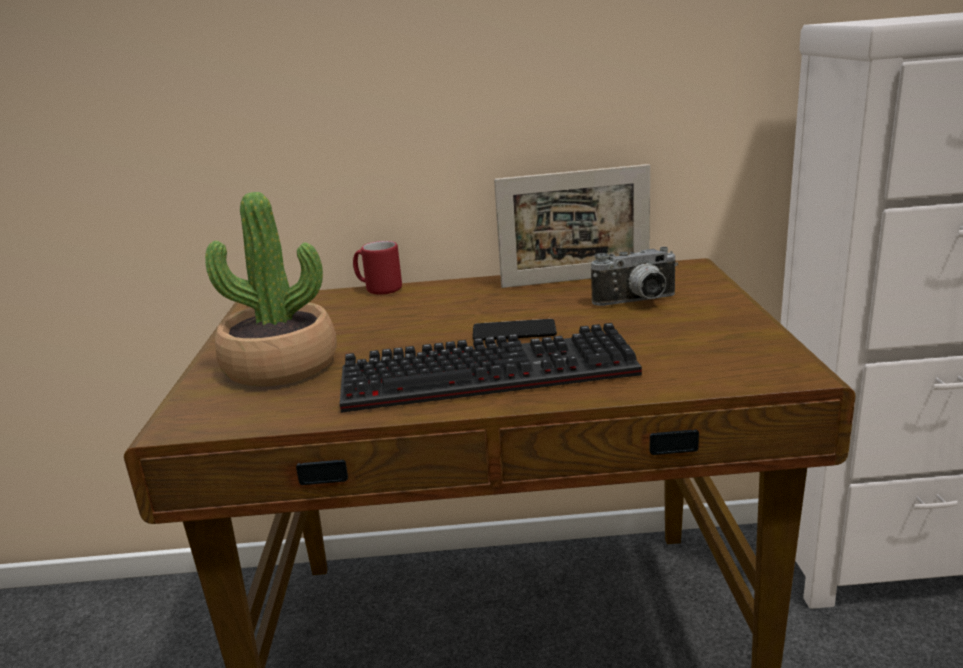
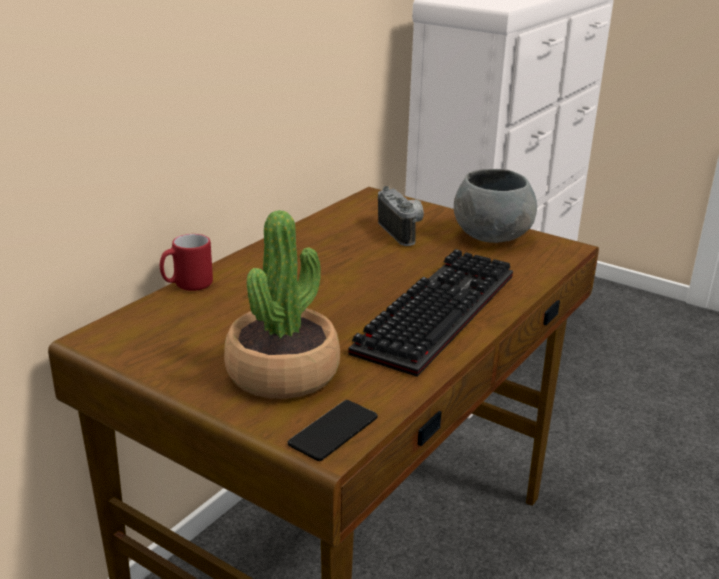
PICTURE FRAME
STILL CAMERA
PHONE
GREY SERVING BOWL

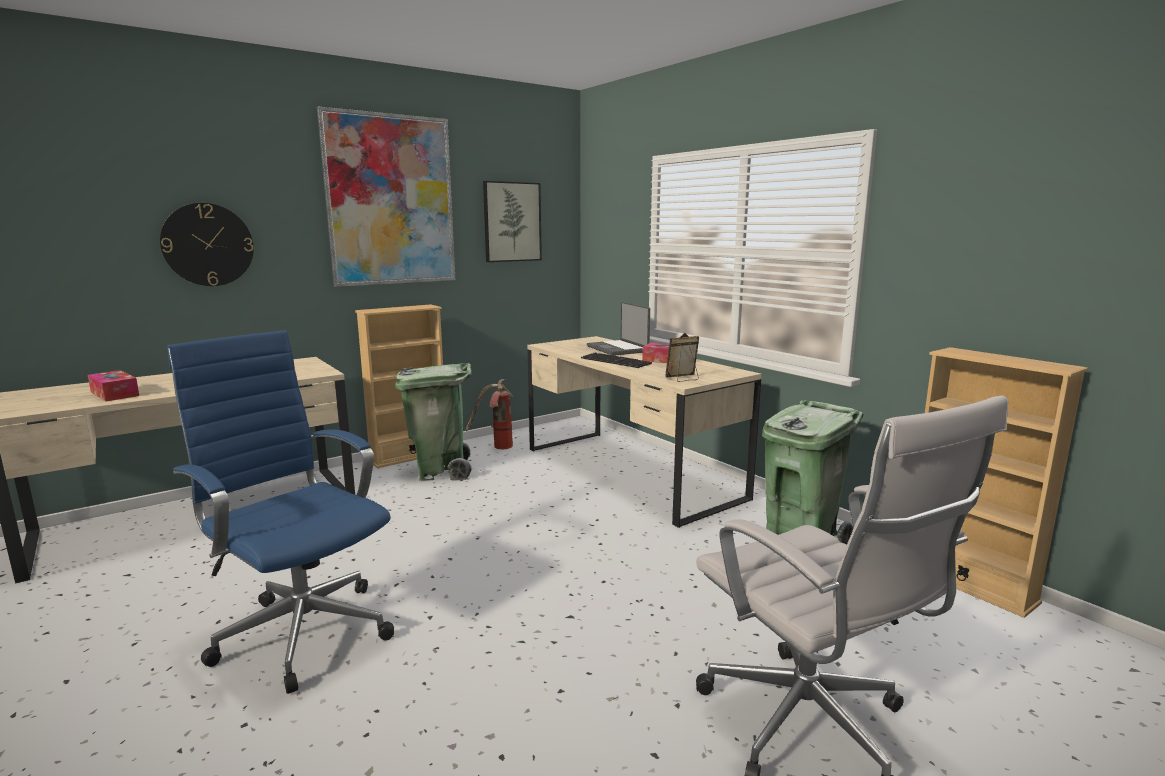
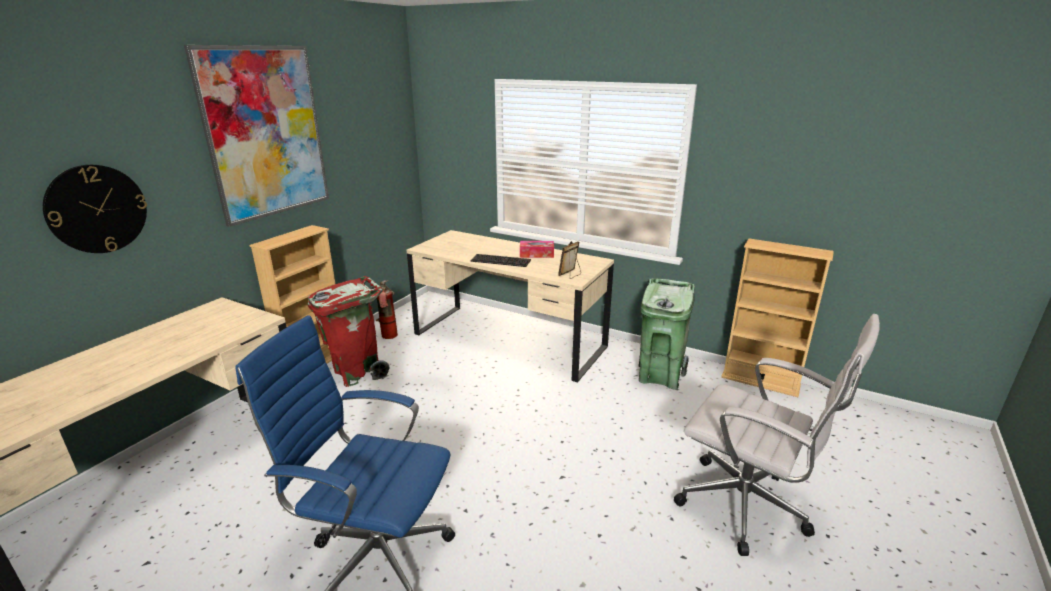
WALL PICTURE (no. 2 from left in the first image)
NOTEBOOK COMPUTER
RED-COLOURED WASTE BIN
BOX OF TISSUES (no. 1 from left in the first image)

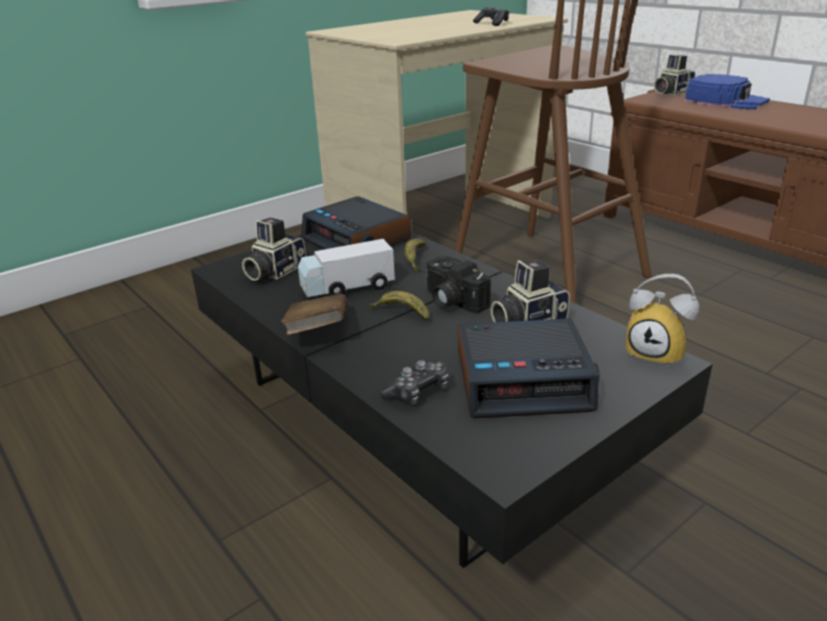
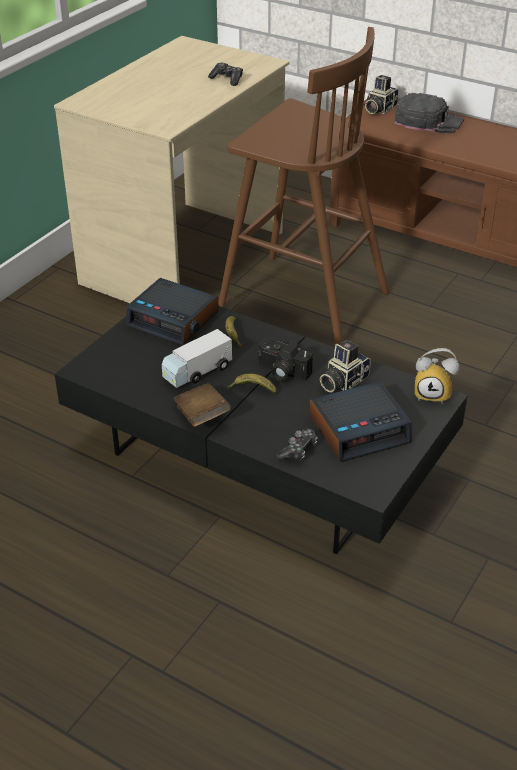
BLACK-COLOURED CAP
STILL CAMERA (no. 1 from left in the first image)

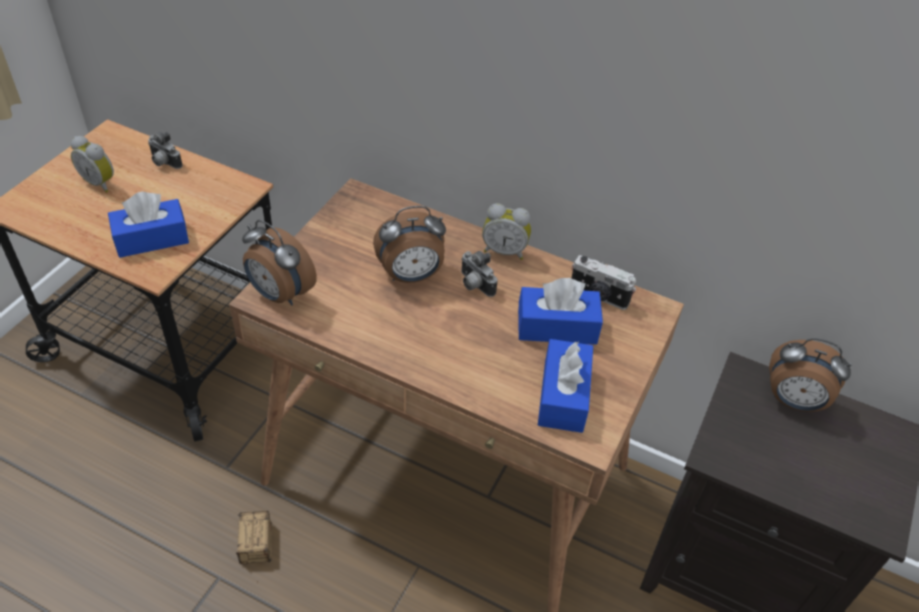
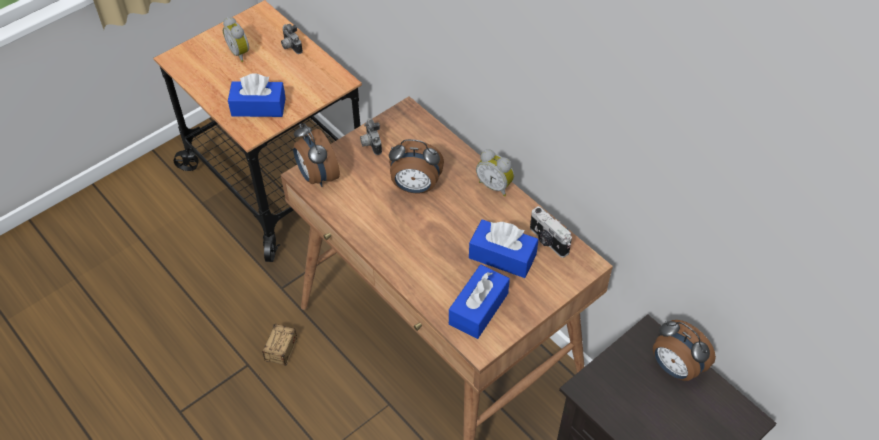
STILL CAMERA (no. 2 from left)

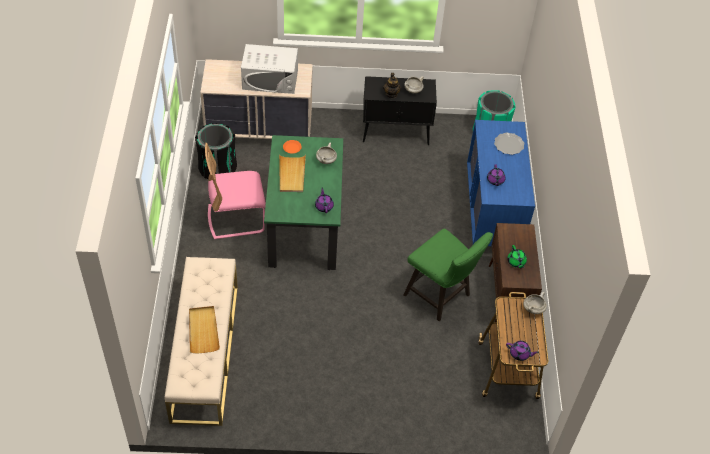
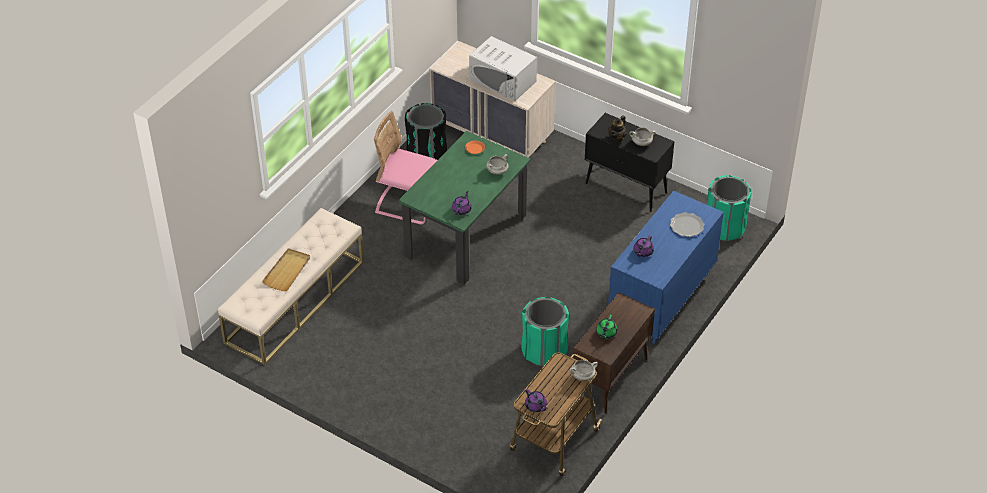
SAND-COLOURED SERVING TRAY (no. 2 from left in the first image)
GREEN WASTE BIN (no. 1 from left)

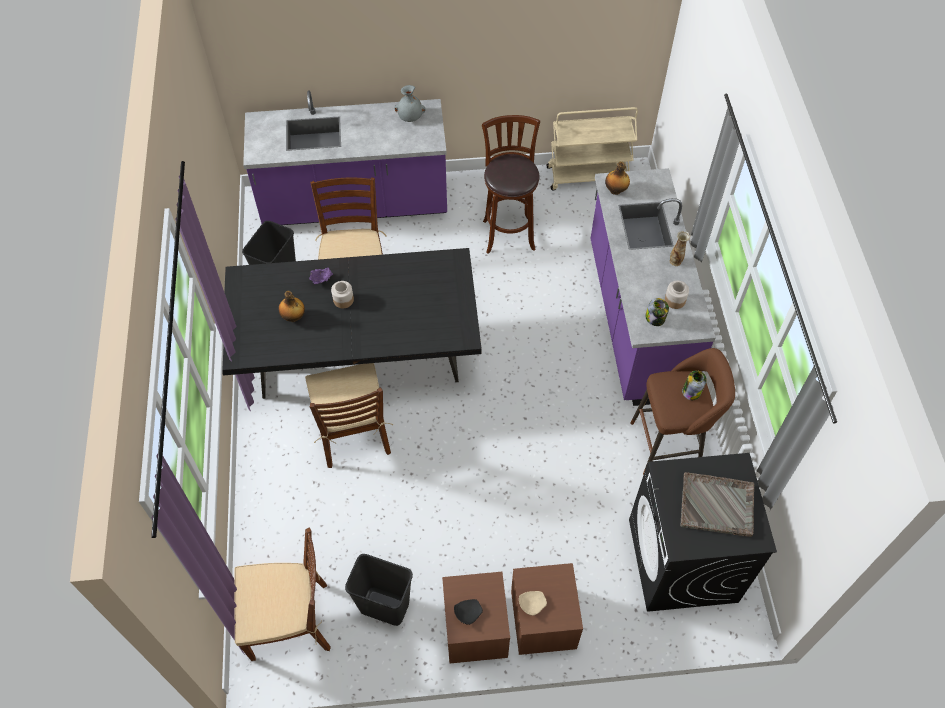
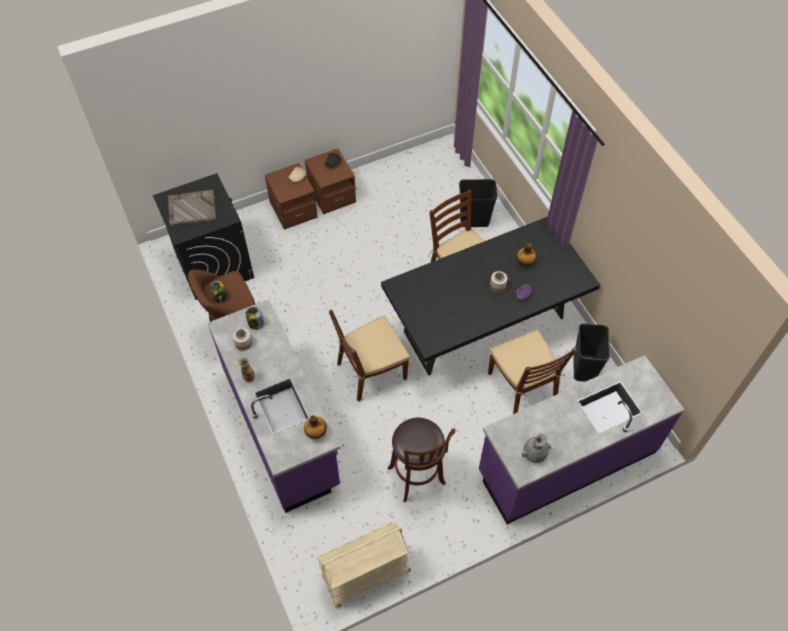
BROWNISH UPRIGHT CHAIR (no. 1 from left)
BLACK-COLOURED WASTE BIN (no. 1 from left)

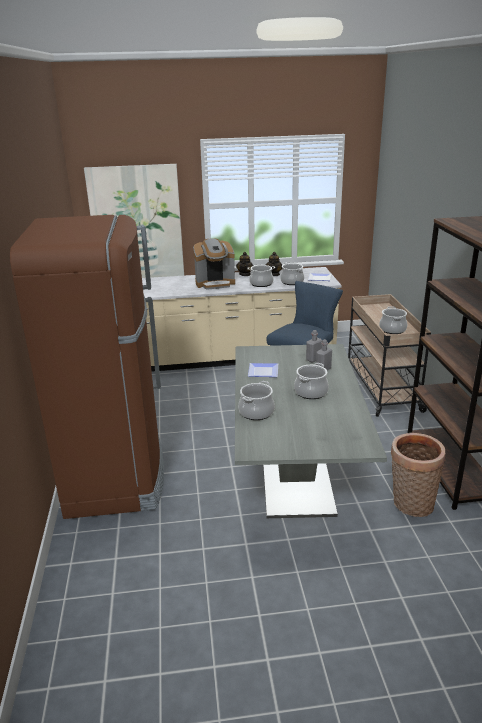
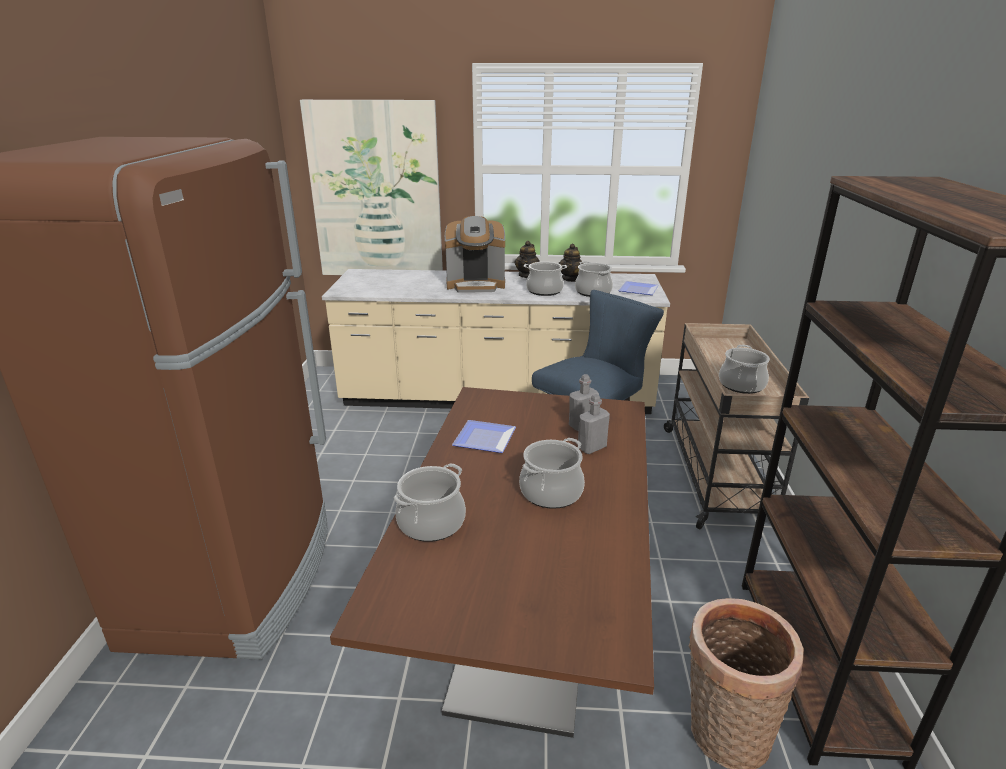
BROWNISH DINNER TABLE

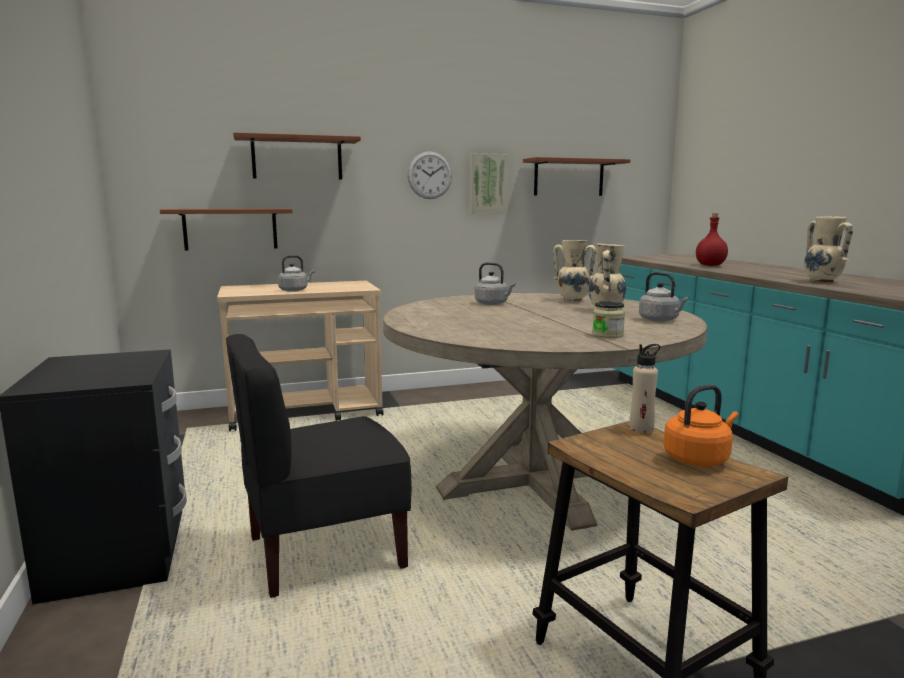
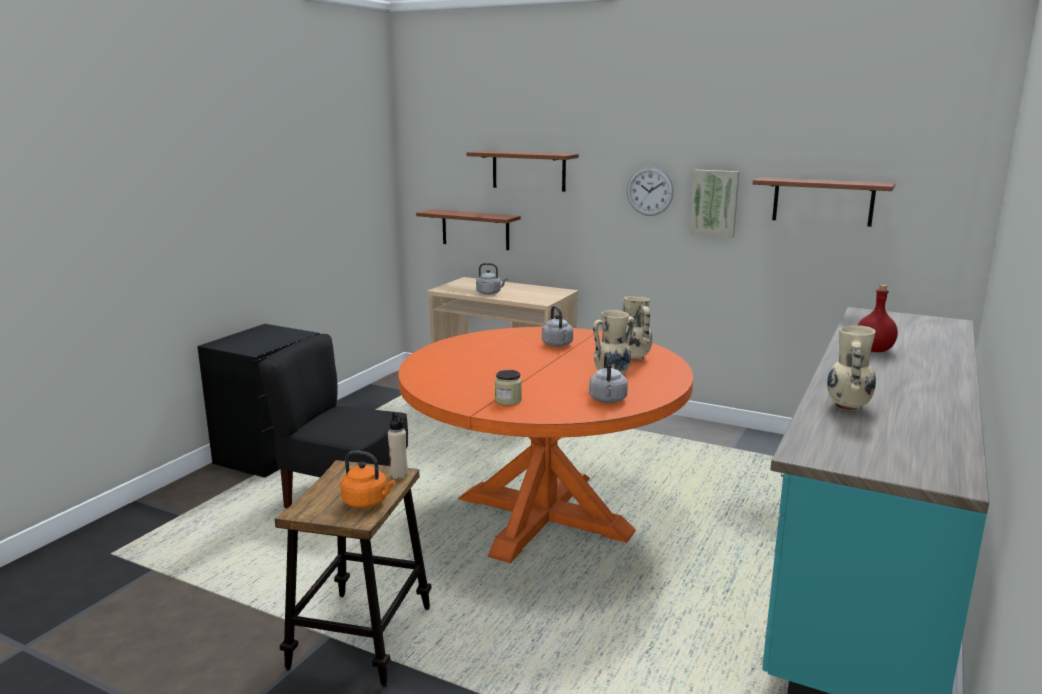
ORANGE-COLOURED DINNER TABLE

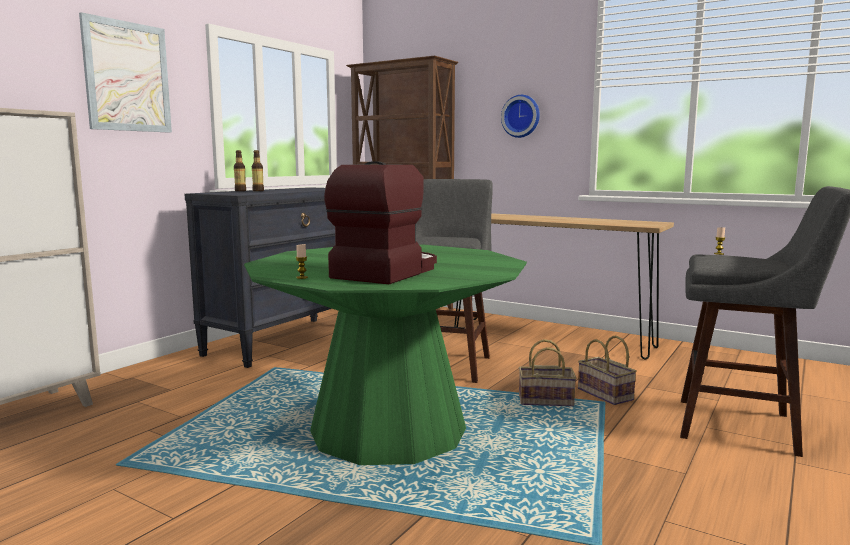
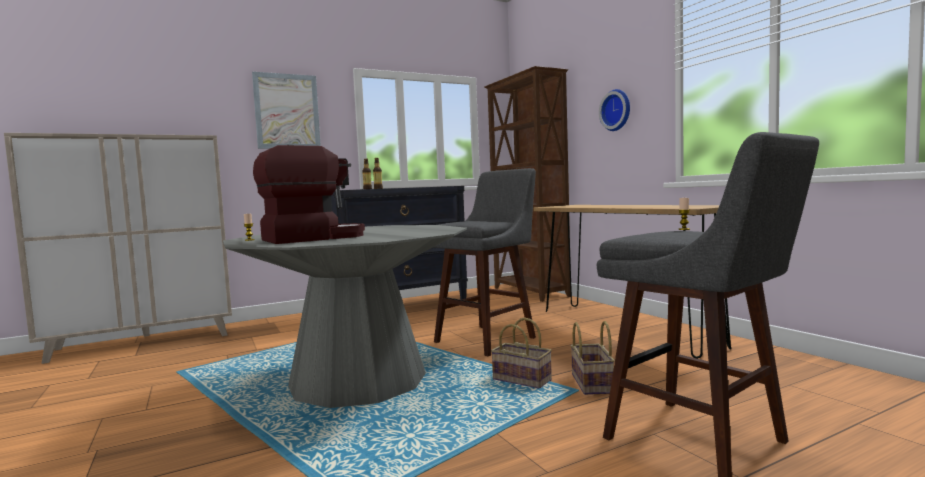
GREY DINNER TABLE

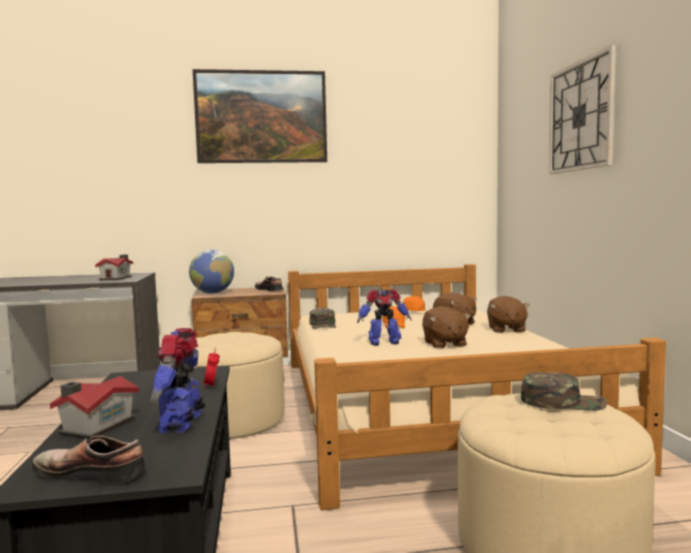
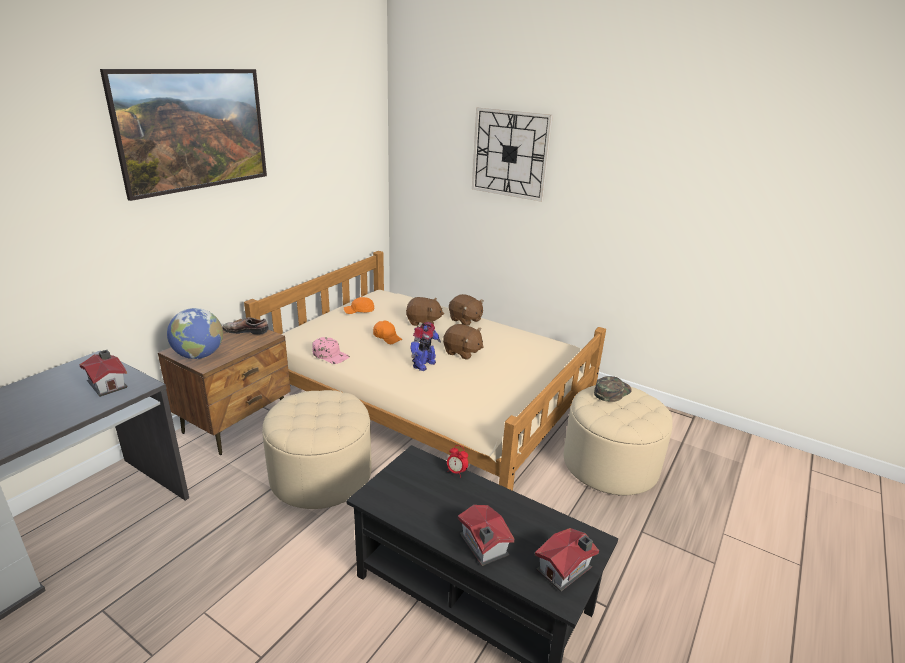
PINKISH CAP
ROBOT FIGURE (no. 1 from left in the first image)
MINIATURE HOUSE (no. 3 from left)

